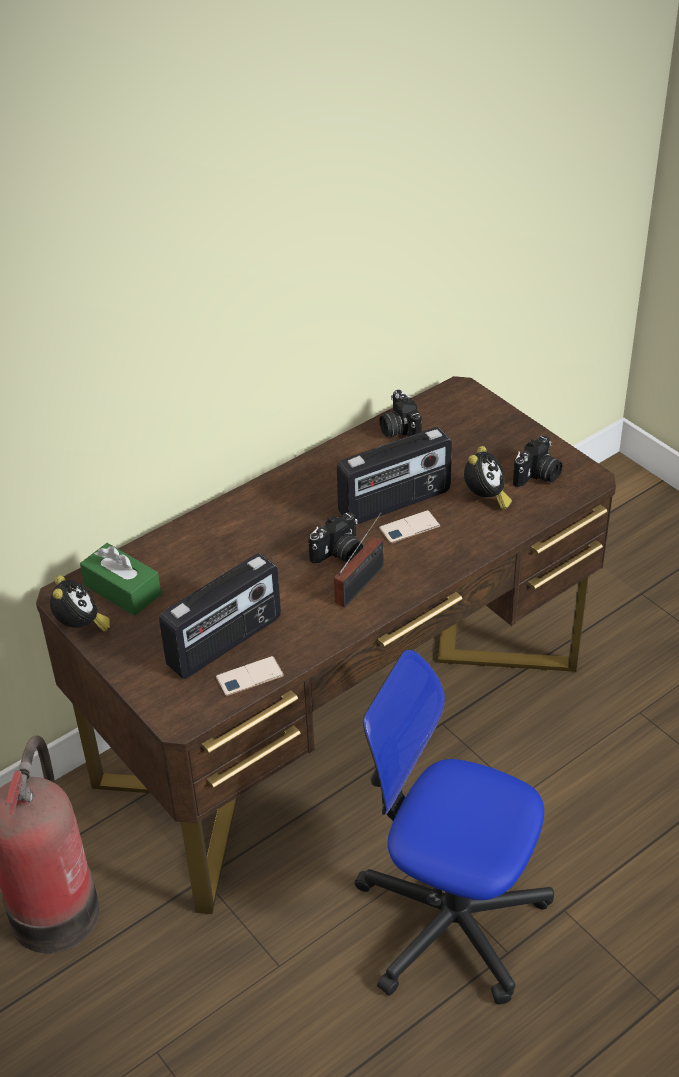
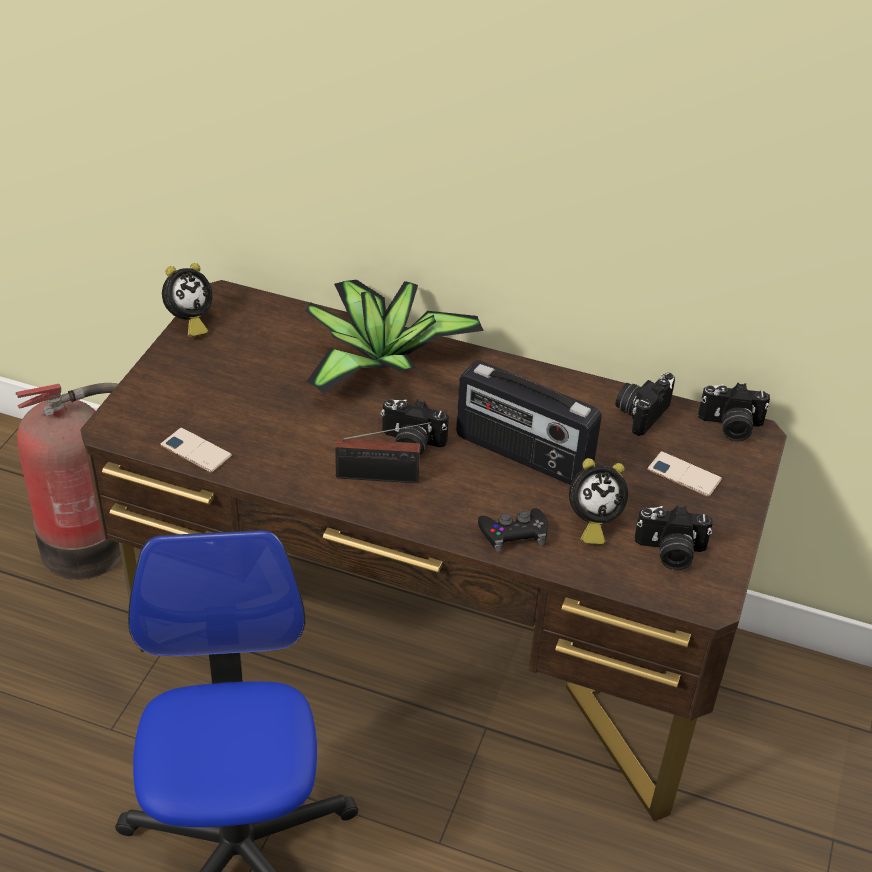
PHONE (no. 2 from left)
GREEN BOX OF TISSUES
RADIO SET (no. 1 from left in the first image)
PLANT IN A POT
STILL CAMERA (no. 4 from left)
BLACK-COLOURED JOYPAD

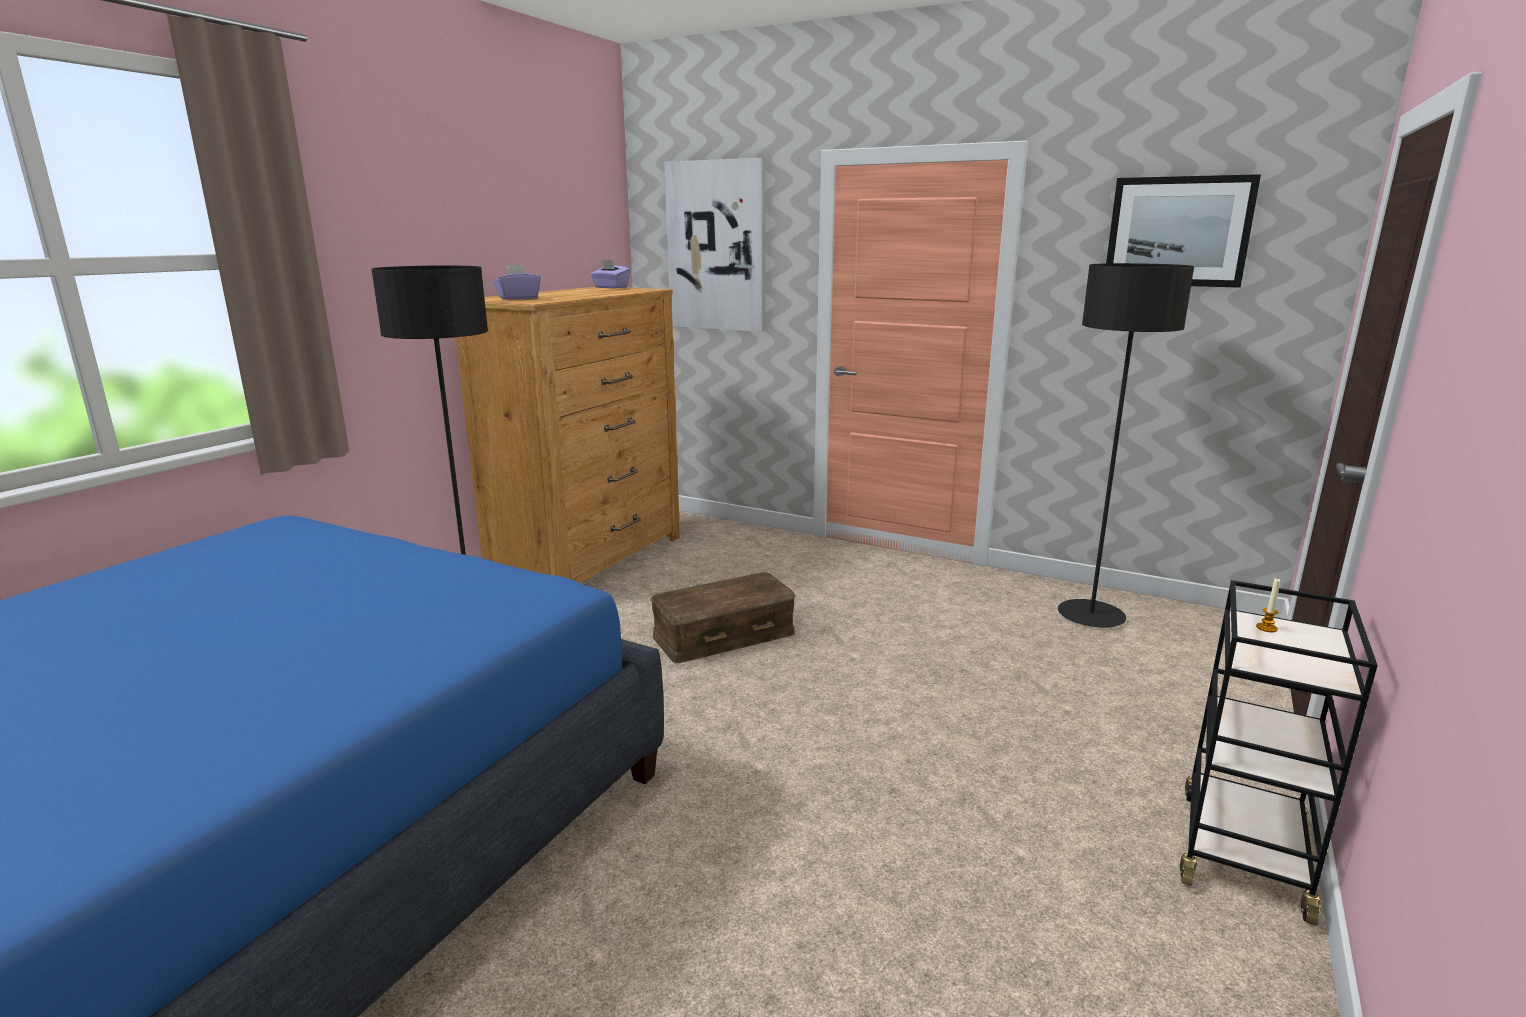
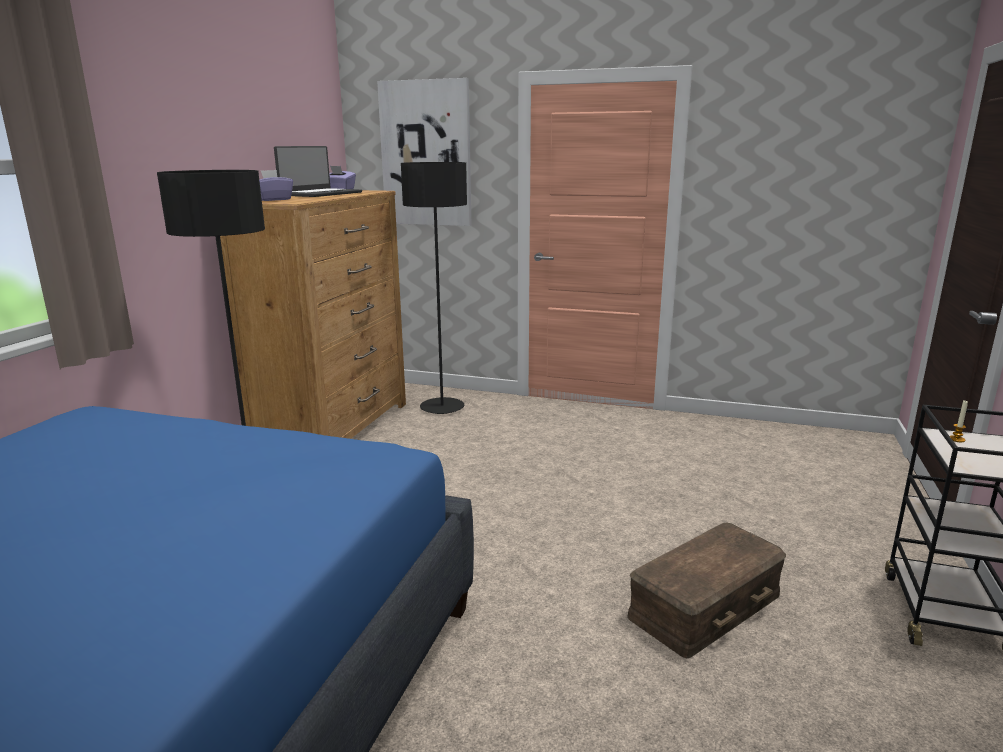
WALL PICTURE (no. 2 from left in the first image)
BLACK-COLOURED STANDARD LAMP (no. 2 from left)
BROWNISH STORAGE CONTAINER
NOTEBOOK COMPUTER

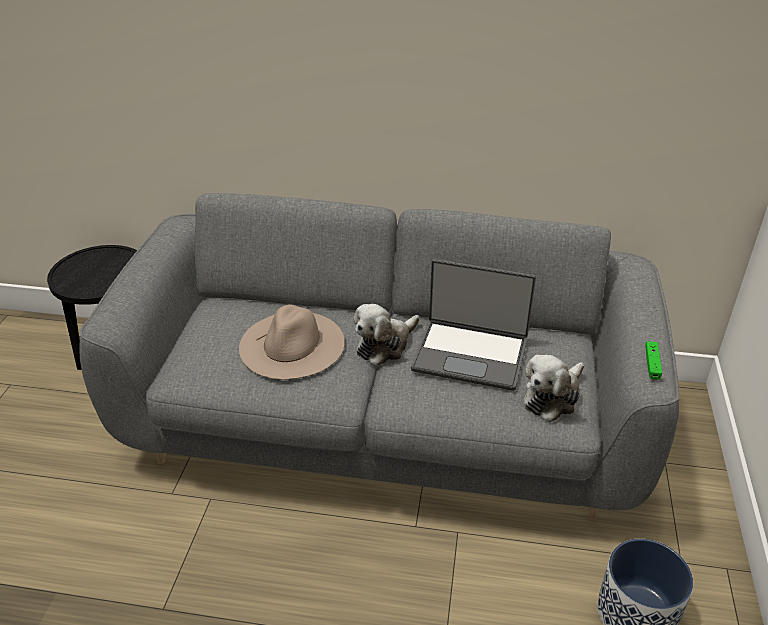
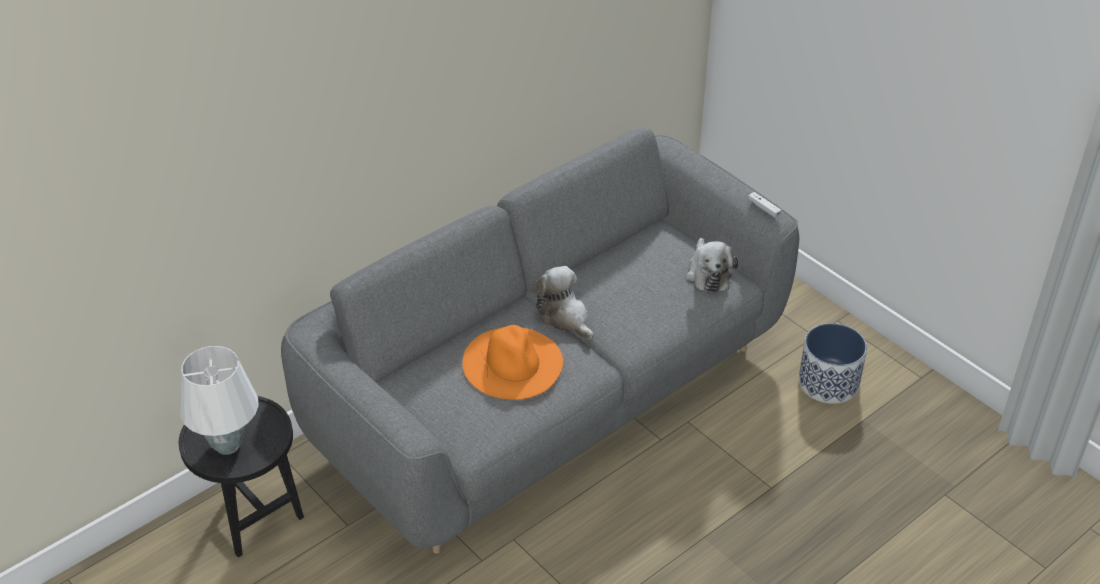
NOTEBOOK COMPUTER
SOFT TOY (no. 1 from left)
ORANGE-COLOURED HAT
WHITISH JOYPAD
WHITISH TABLETOP LAMP

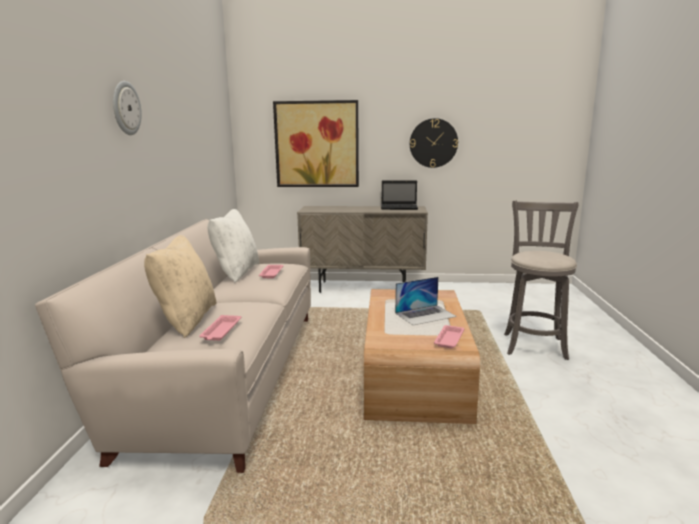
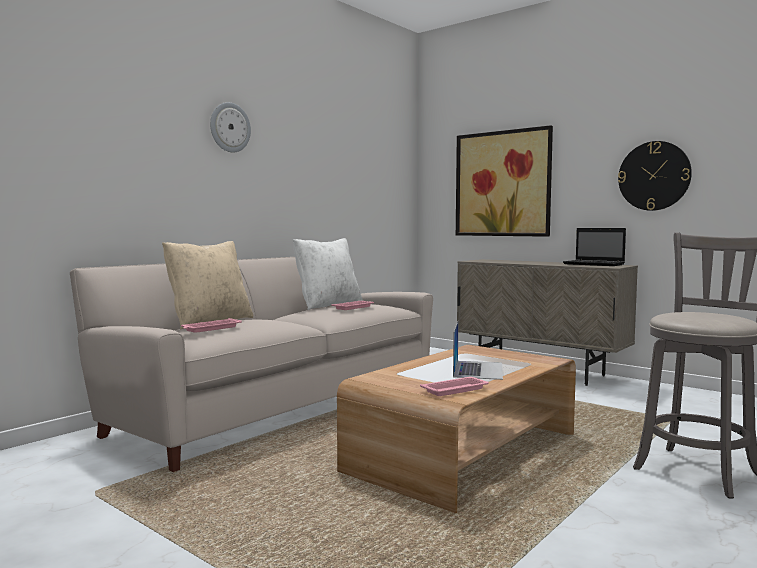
NOTEBOOK COMPUTER (no. 1 from left)

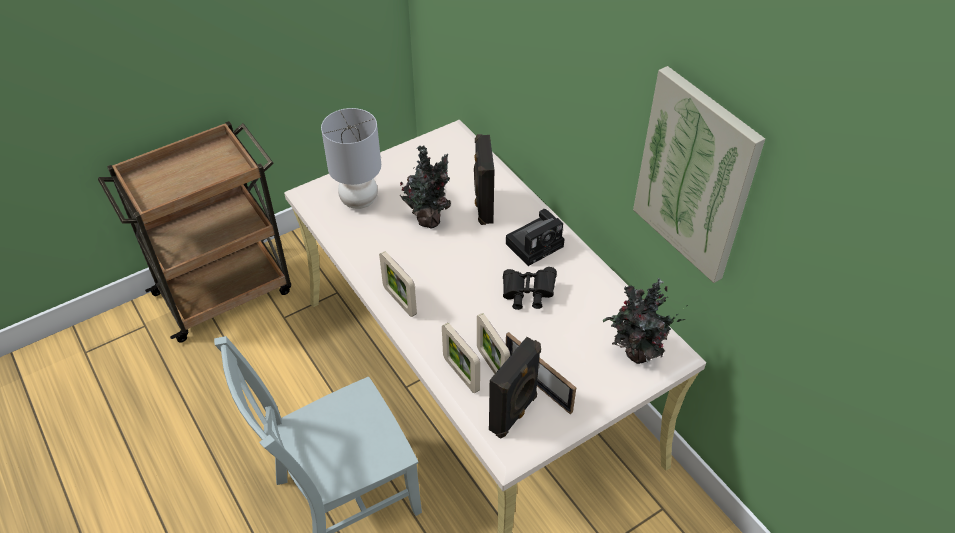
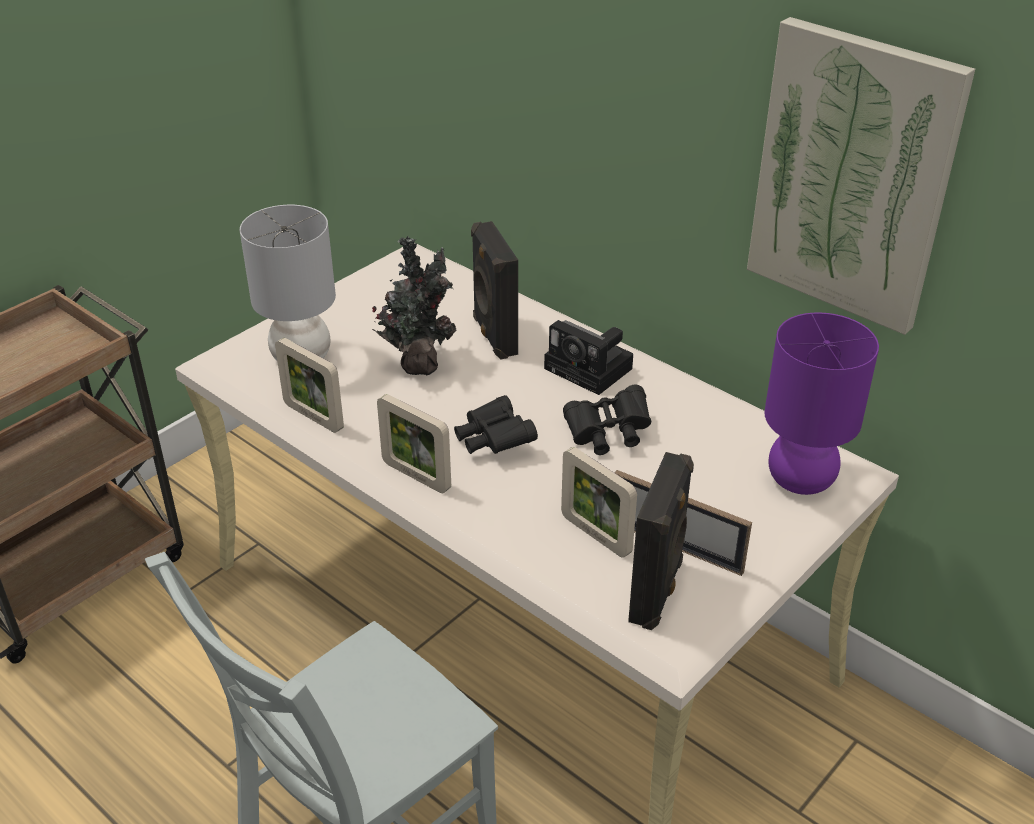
STILL CAMERA
PURPLE TABLETOP LAMP
PICTURE FRAME (no. 1 from left)
BLACK-COLOURED FIELD GLASSES (no. 1 from left)

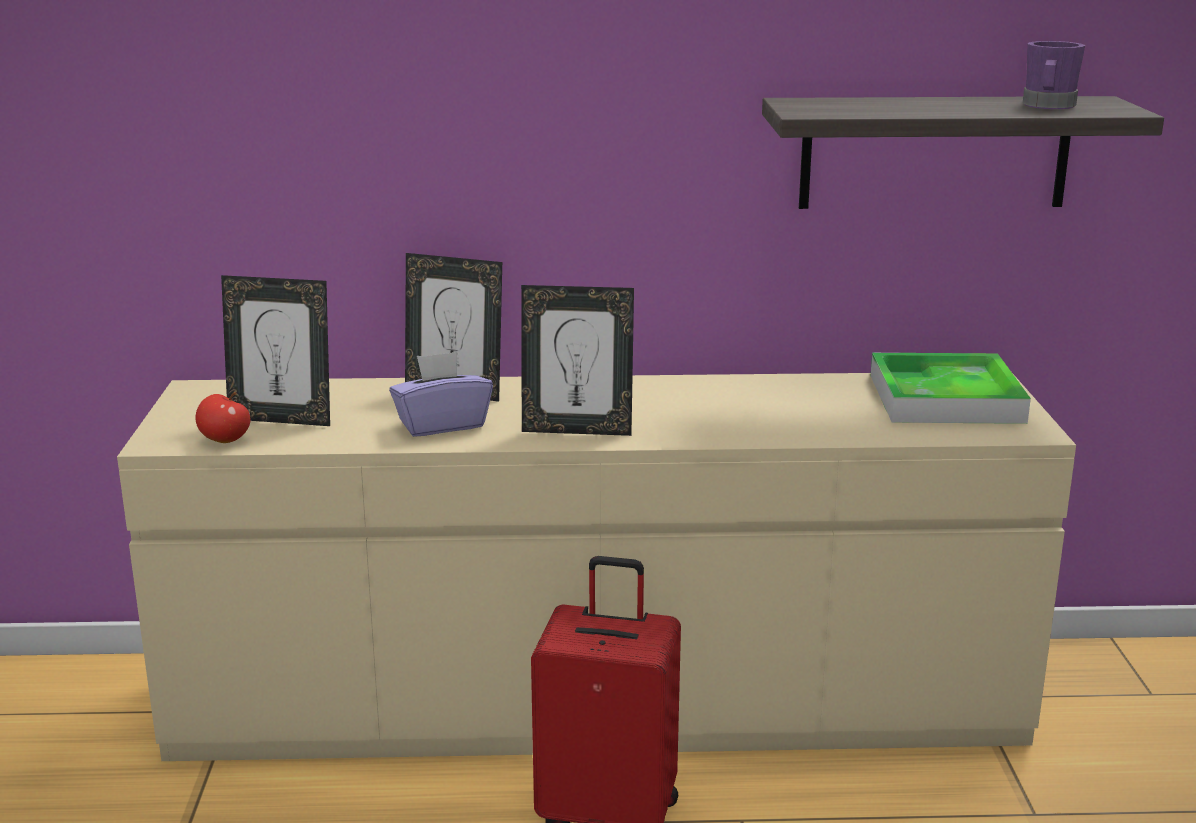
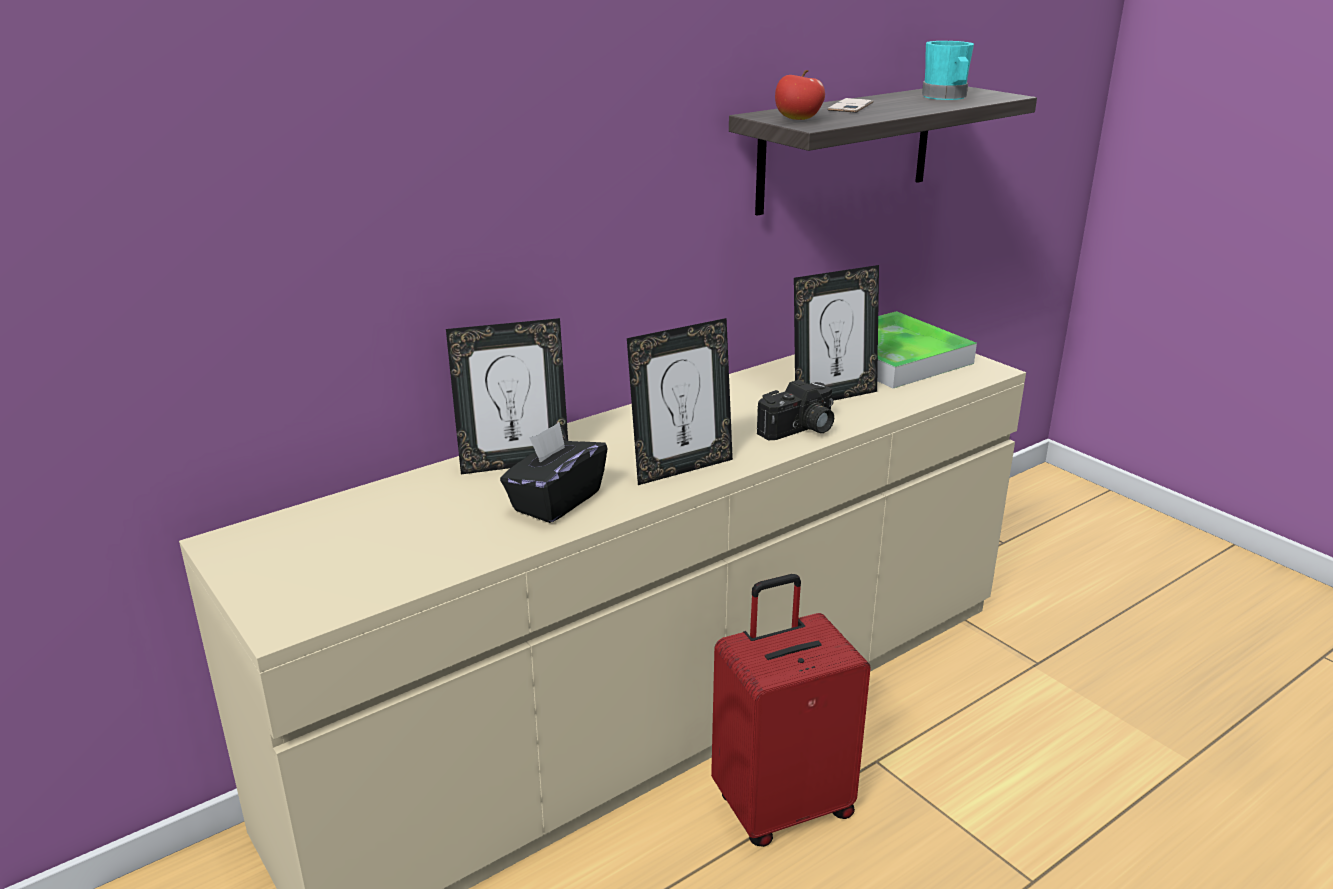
TURQUOISE TEA MUG
PICTURE FRAME (no. 3 from left)
BLACK-COLOURED BOX OF TISSUES
APPLE
PHONE
STILL CAMERA

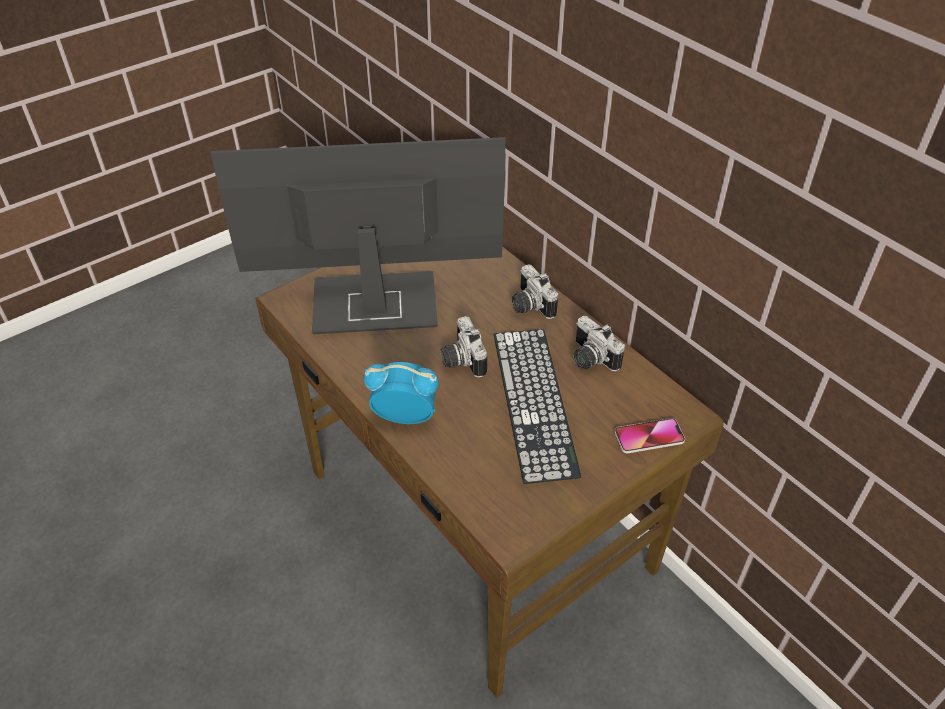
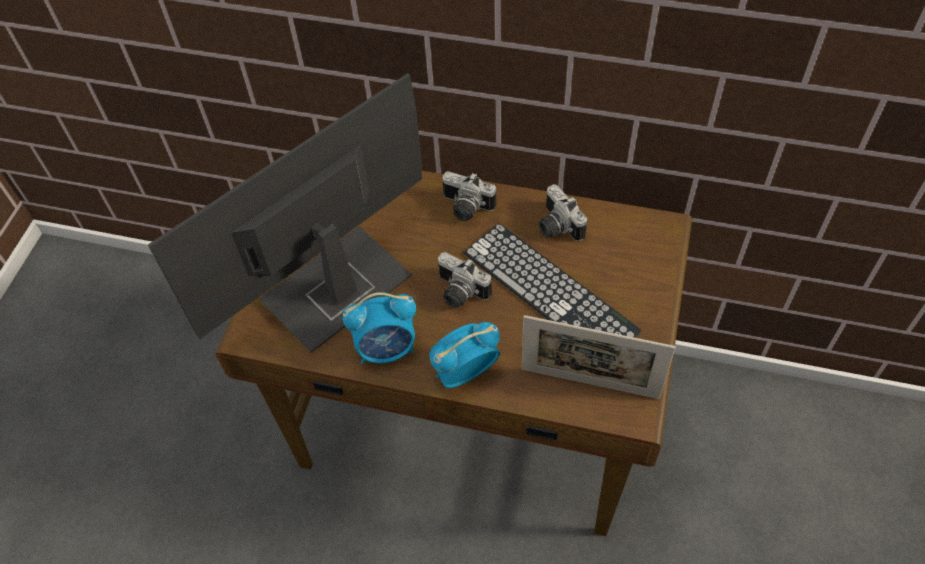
STILL CAMERA (no. 3 from left)
PHONE
BEDSIDE CLOCK (no. 1 from left)
PICTURE FRAME

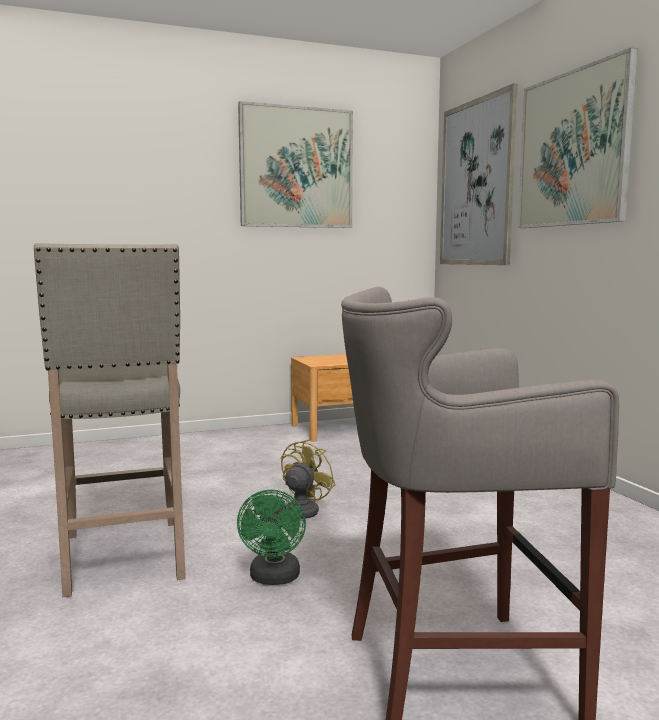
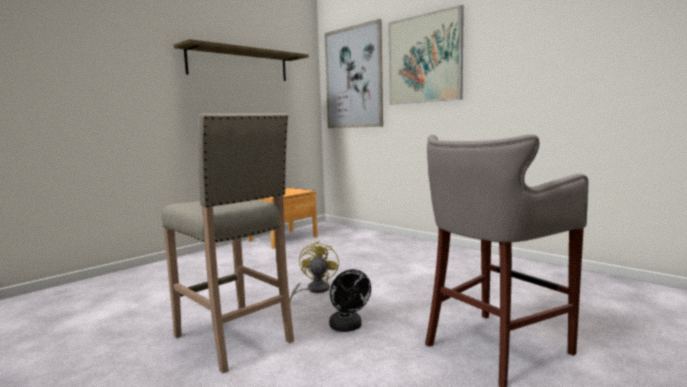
SHELF
BLACK-COLOURED ELECTRIC FAN

